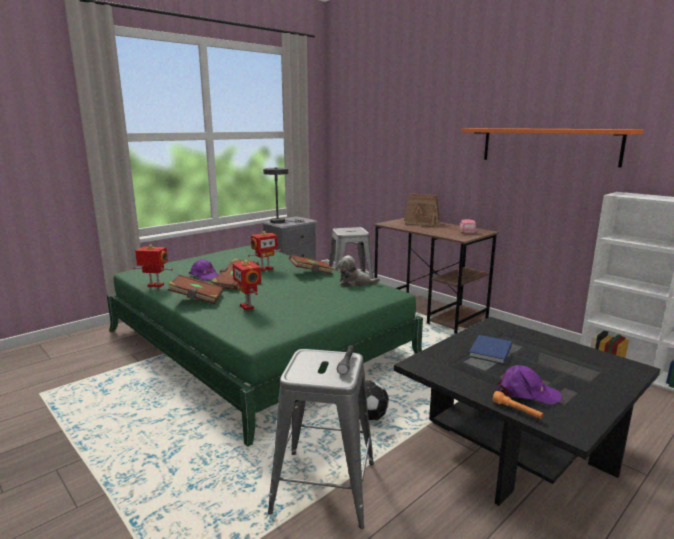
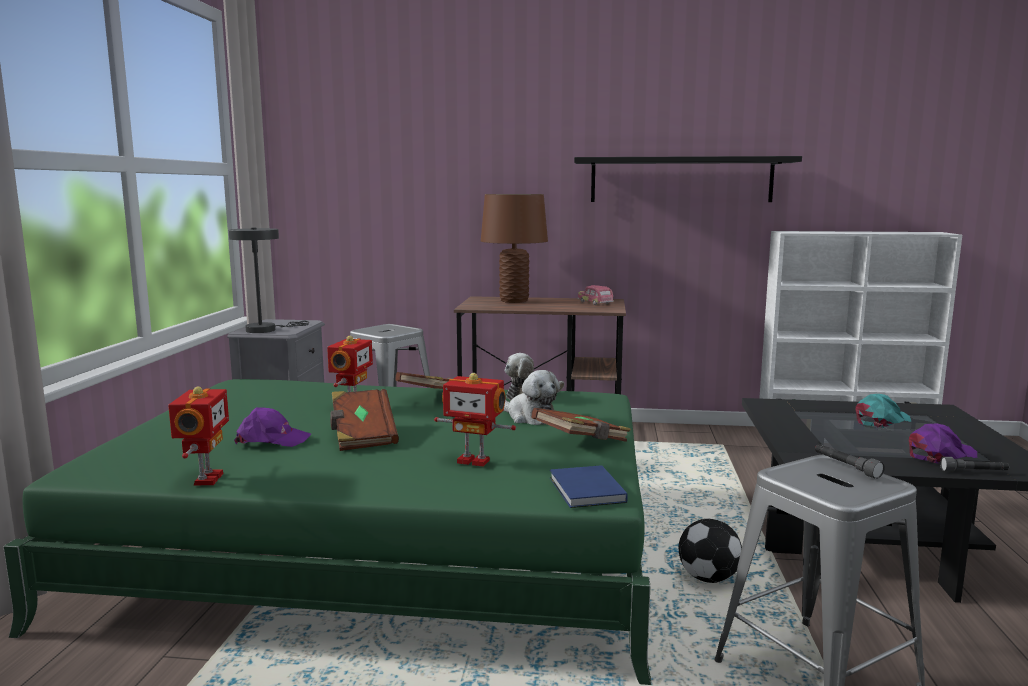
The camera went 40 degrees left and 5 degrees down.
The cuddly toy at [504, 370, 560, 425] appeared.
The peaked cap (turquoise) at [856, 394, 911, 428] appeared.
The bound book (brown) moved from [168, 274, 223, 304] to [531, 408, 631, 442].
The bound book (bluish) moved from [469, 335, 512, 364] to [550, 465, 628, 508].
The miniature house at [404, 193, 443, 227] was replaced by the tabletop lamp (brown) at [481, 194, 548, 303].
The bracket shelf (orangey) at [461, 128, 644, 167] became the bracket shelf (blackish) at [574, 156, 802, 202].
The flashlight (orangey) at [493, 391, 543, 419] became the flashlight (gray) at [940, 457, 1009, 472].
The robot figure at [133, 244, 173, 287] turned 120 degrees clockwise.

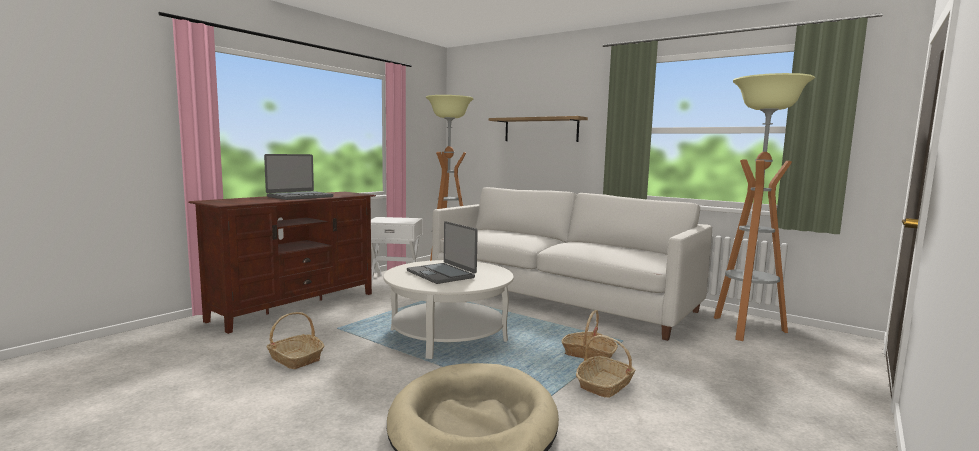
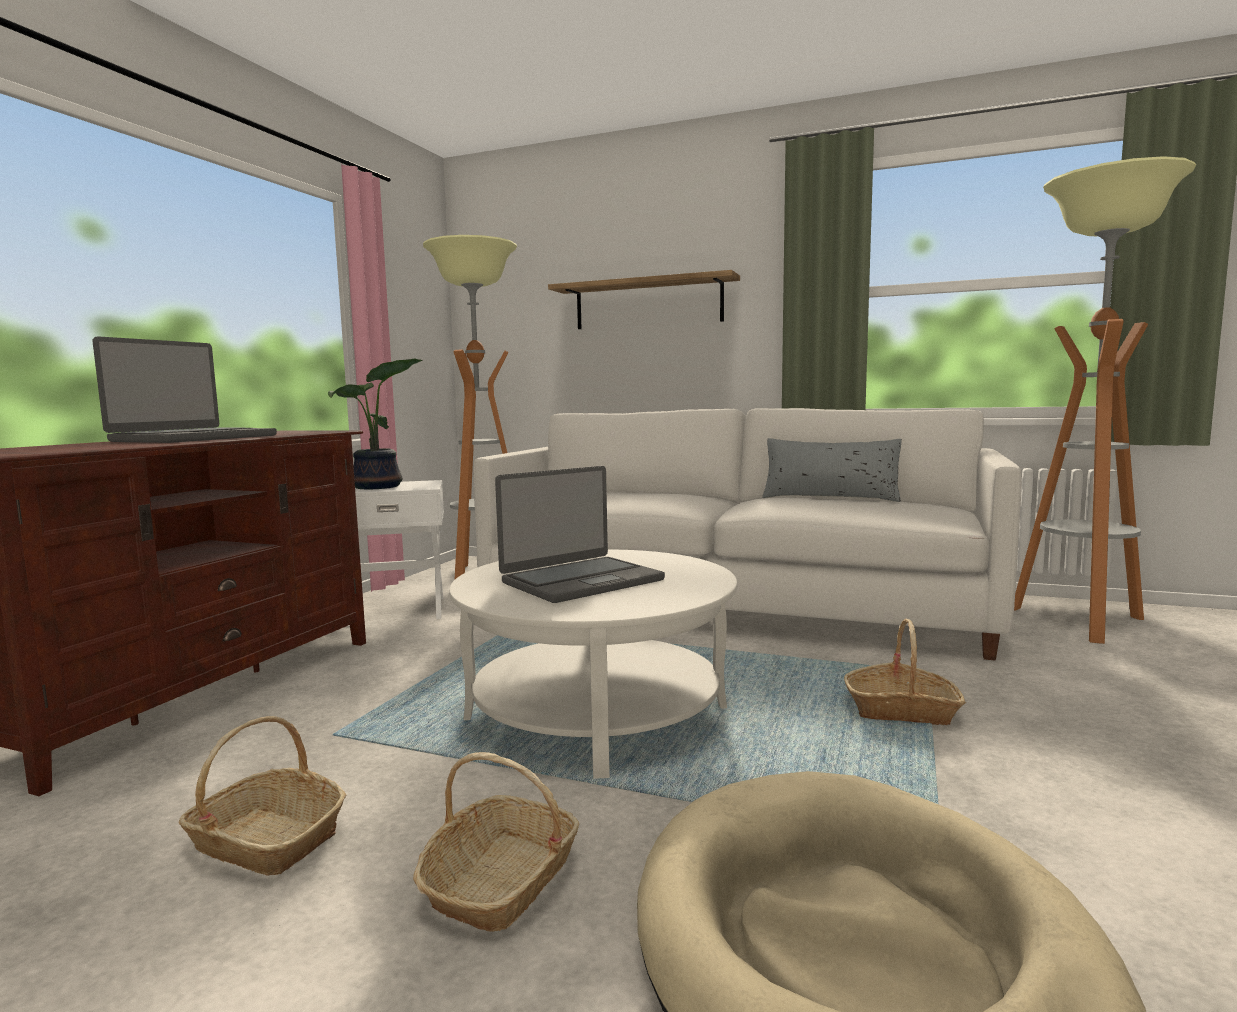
The camera went 15 degrees left and 0 degrees up.
The potted plant at [328, 358, 422, 489] appeared.
The cushion (gray) at [762, 438, 902, 502] appeared.
The storage basket moved from [576, 335, 635, 398] to [413, 752, 579, 932].
The portable computer at [407, 221, 478, 284] turned 75 degrees counterclockwise.

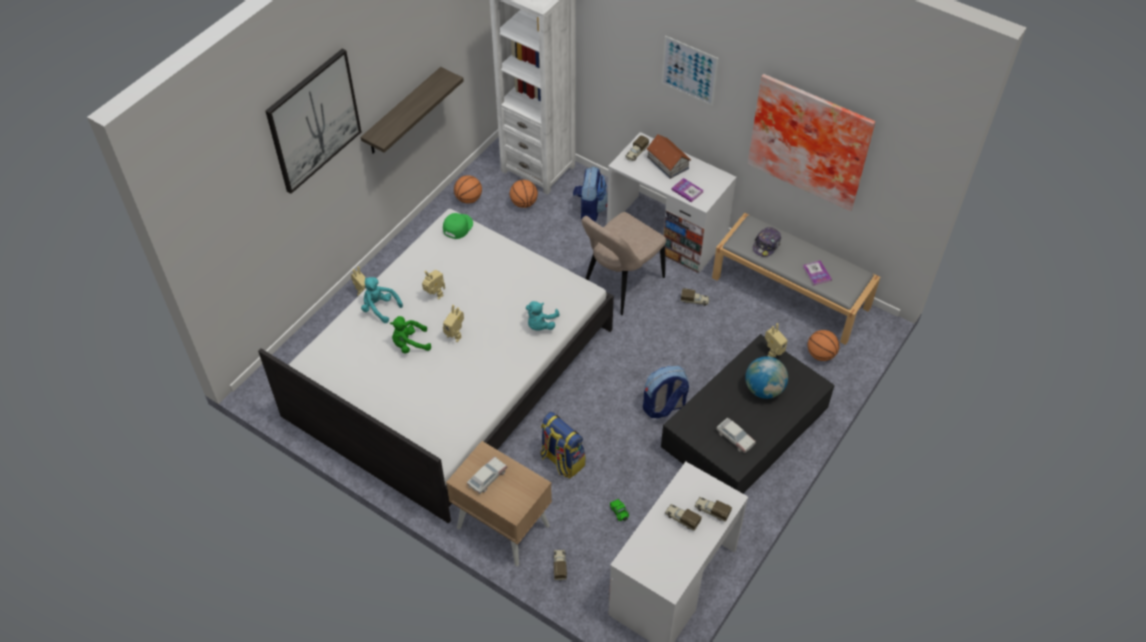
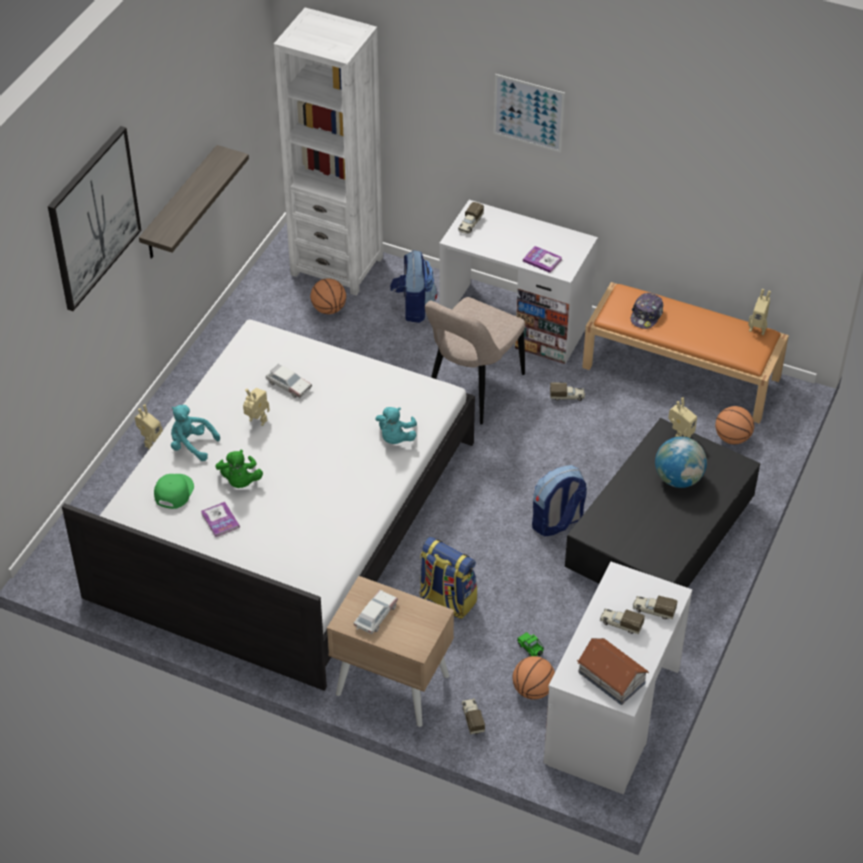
The camera went 10 degrees left and 5 degrees down.
The wall picture at [748, 74, 875, 211] disappeared.
The peaked cap (green) moved from [443, 213, 473, 239] to [154, 474, 194, 509].
The robot figure moved from [443, 305, 464, 342] to [748, 289, 771, 335].
The basketball moved from [454, 175, 482, 204] to [512, 656, 555, 700].
The miniature house moved from [647, 134, 691, 179] to [577, 638, 649, 705].
The miniature car moved from [716, 418, 756, 453] to [266, 364, 312, 398].
The bound book moved from [803, 260, 832, 285] to [201, 502, 240, 537].
The long seat (gray) at [712, 213, 880, 345] became the long seat (orangey) at [582, 282, 789, 424].
The cuddly toy (green) at [390, 316, 431, 353] turned 75 degrees counterclockwise.

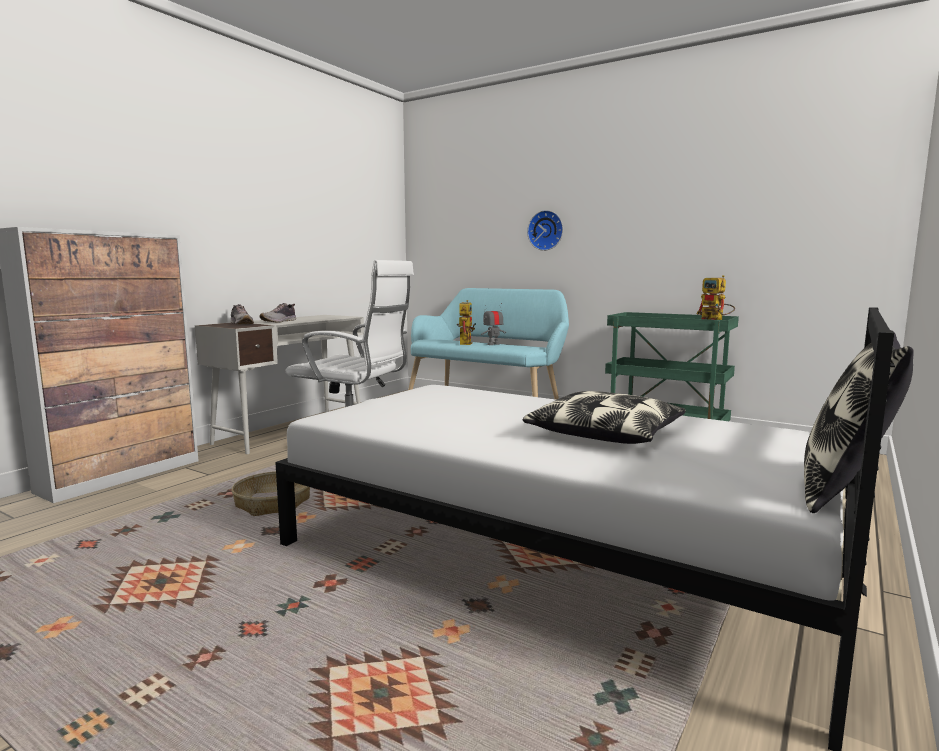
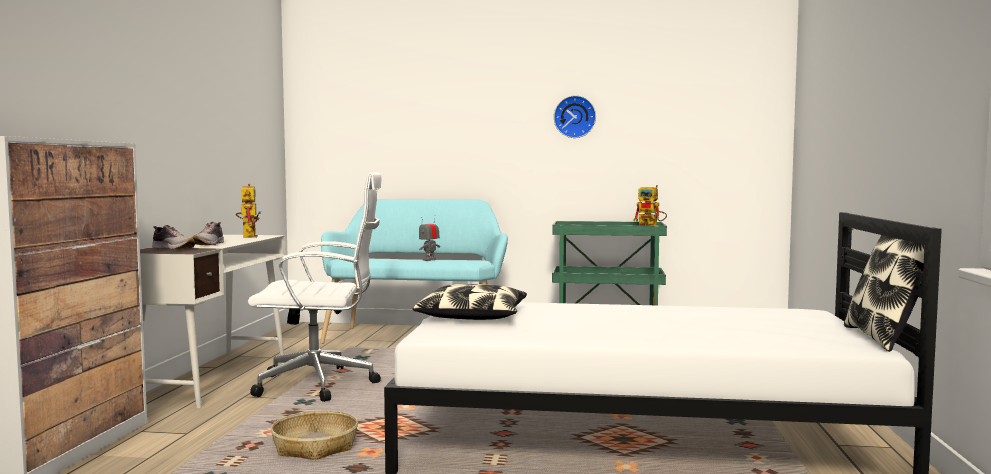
The camera went 25 degrees left and 5 degrees down.
The robot figure moved from [457, 300, 476, 345] to [236, 183, 261, 238].
The cushion moved from [523, 391, 686, 444] to [413, 284, 527, 320].
The hanging clock moved from [527, 210, 563, 251] to [554, 95, 596, 138].

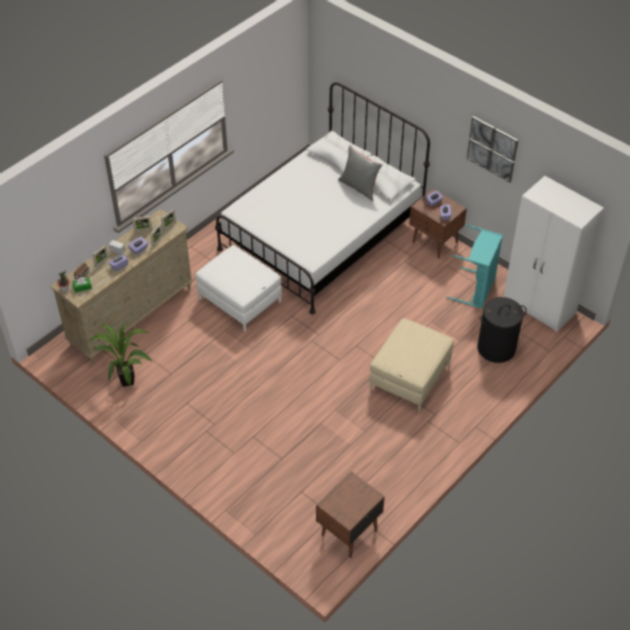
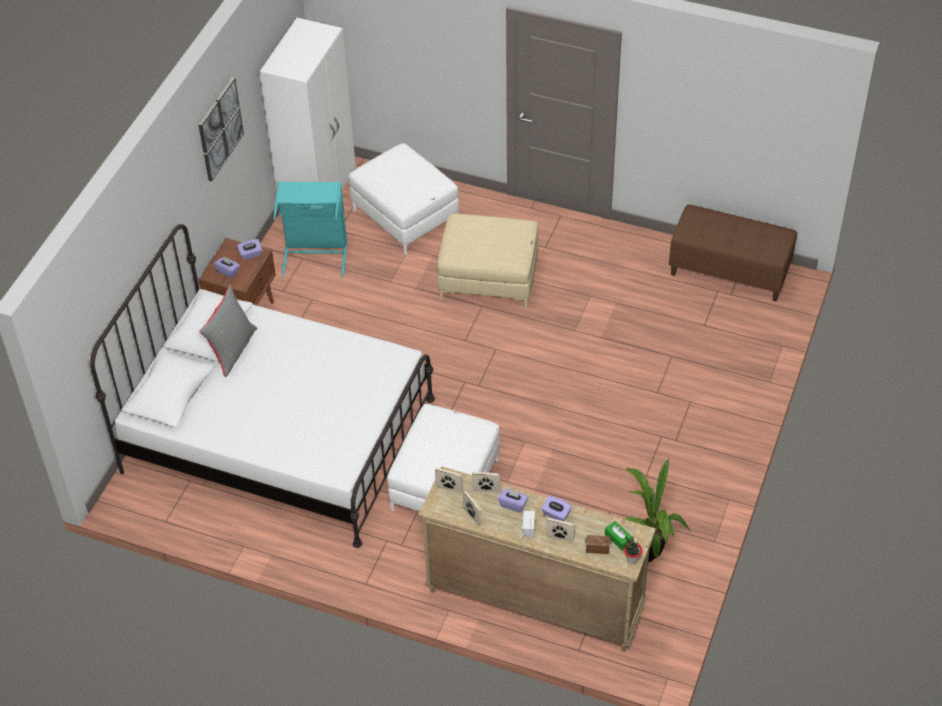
The camera went 110 degrees left and 0 degrees up.
The bedside table (brown) at [316, 471, 385, 558] was replaced by the long seat (brown) at [669, 205, 797, 302].
The hamper (blackish) at [477, 297, 527, 363] was replaced by the ottoman (white-coloured) at [348, 143, 459, 255].

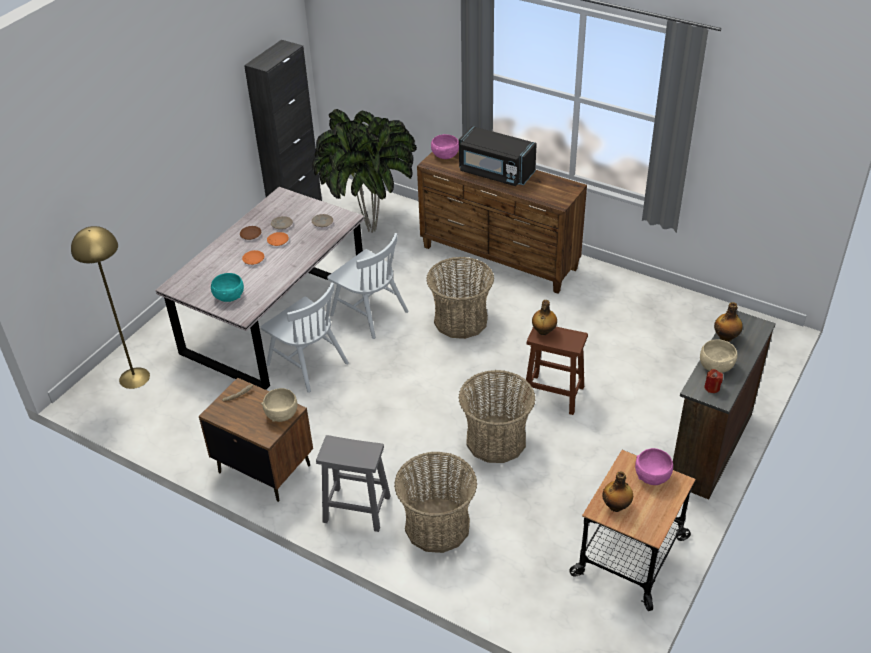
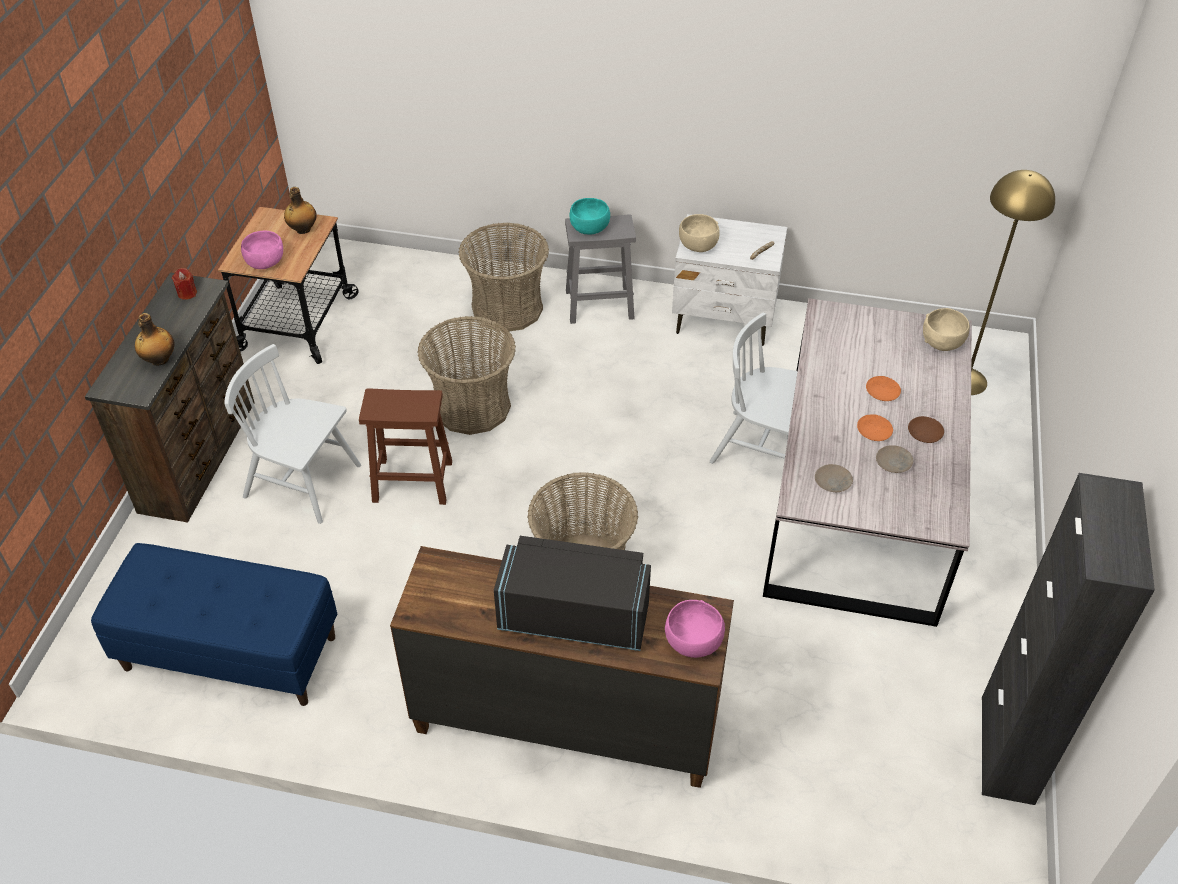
The camera went 160 degrees right and 5 degrees up.
The potted plant at [312, 109, 417, 233] disappeared.
The drink bottle at [532, 300, 557, 335] disappeared.
The long seat (bluish) at [91, 543, 337, 706] appeared.
The serving bowl (turquoise) moved from [211, 273, 244, 302] to [570, 198, 610, 234].
The upright chair (white-coloured) moved from [327, 233, 409, 339] to [224, 344, 361, 524].
The serving bowl (beige) moved from [700, 339, 737, 373] to [923, 308, 970, 351].
The bedside table (brown) at [199, 378, 313, 502] became the bedside table (white-coloured) at [672, 214, 787, 346].

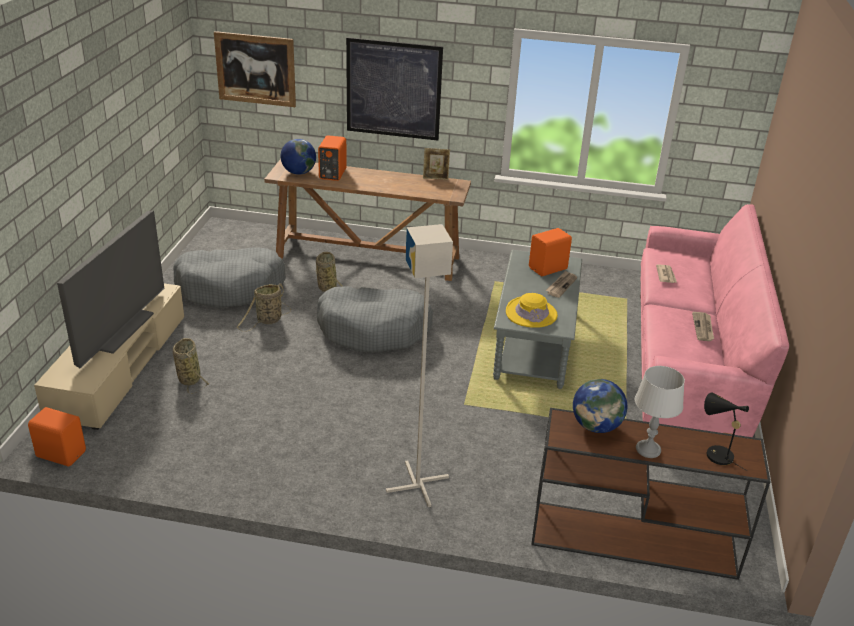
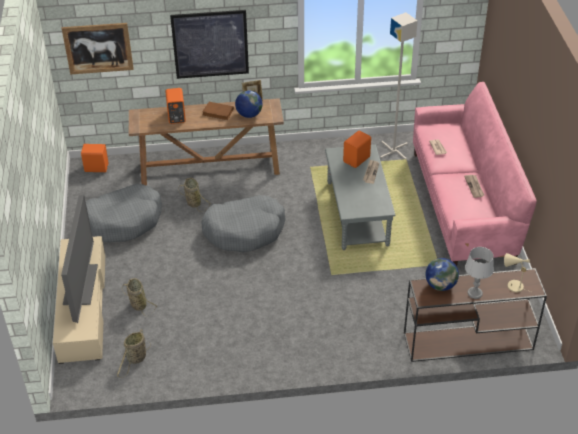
The camera went 15 degrees left and 10 degrees up.
The hat (yellow-coloured) at [506, 293, 558, 328] disappeared.
The bound book (brown) at [202, 102, 234, 120] appeared.
The audio speaker (orangey) moved from [28, 407, 86, 467] to [81, 144, 108, 172].
The storage basket moved from [237, 283, 291, 332] to [117, 329, 151, 378].
The desk globe moved from [280, 139, 316, 175] to [235, 90, 263, 118].
The standing lamp (gray) moved from [386, 224, 453, 507] to [380, 12, 418, 160].
The tabletop lamp (blackish) at [704, 392, 749, 471] became the tabletop lamp (beige) at [504, 253, 533, 293].

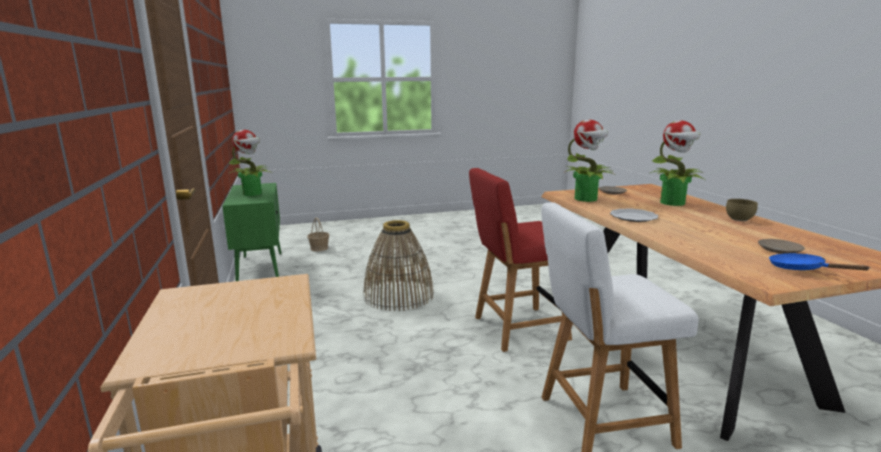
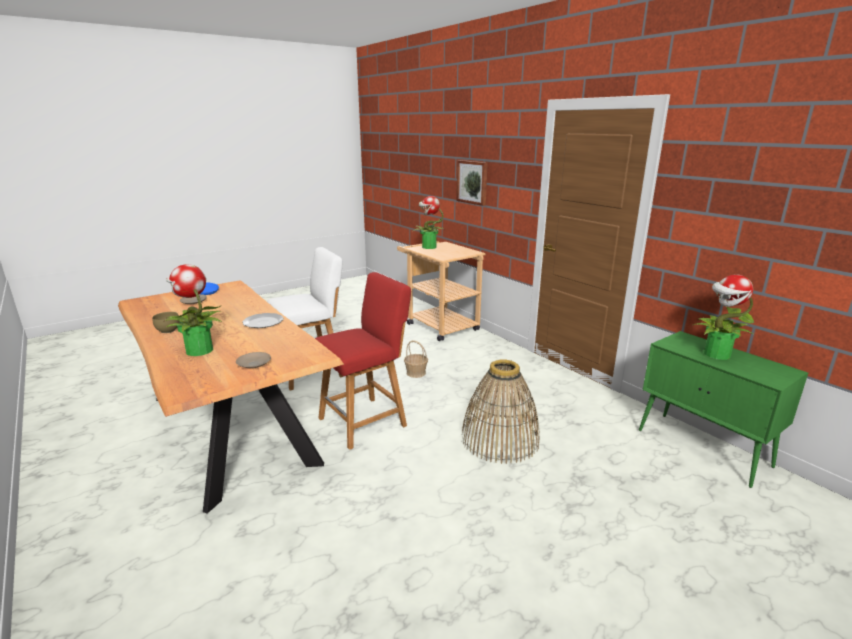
The camera went 160 degrees right and 5 degrees up.
The wall picture at [457, 160, 488, 206] appeared.
The storage basket moved from [307, 218, 330, 251] to [404, 340, 428, 378].
The potted plant moved from [565, 120, 615, 202] to [413, 196, 444, 249].

